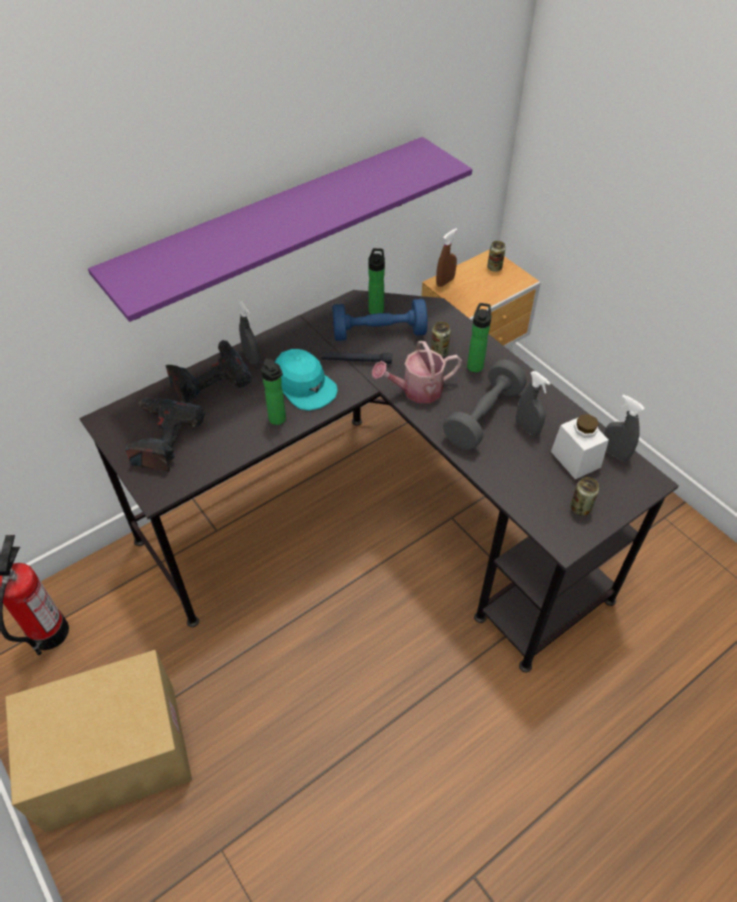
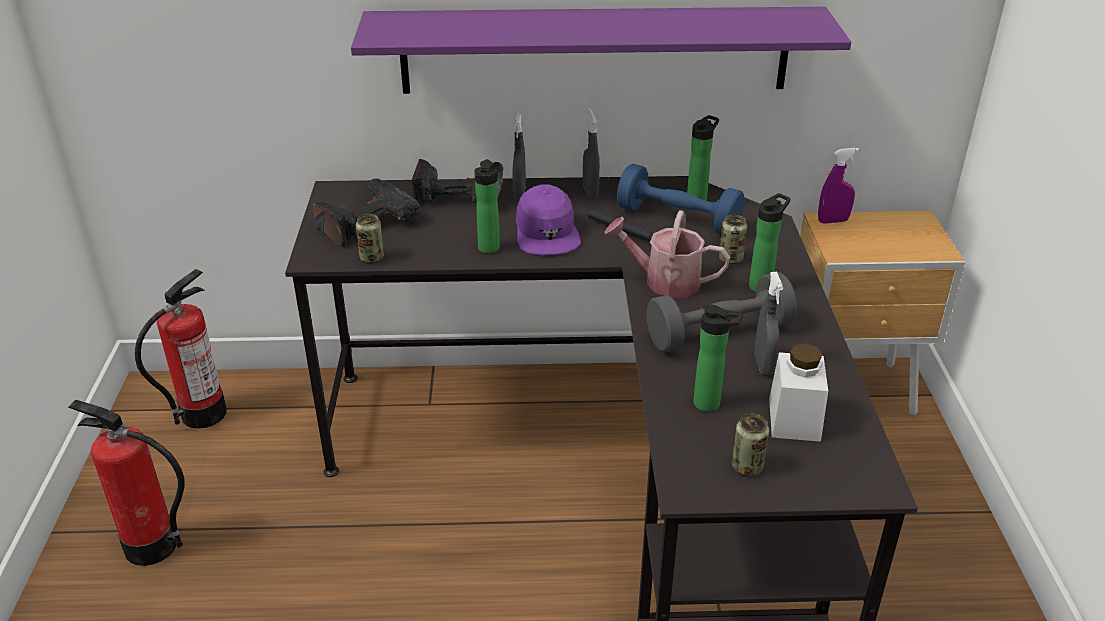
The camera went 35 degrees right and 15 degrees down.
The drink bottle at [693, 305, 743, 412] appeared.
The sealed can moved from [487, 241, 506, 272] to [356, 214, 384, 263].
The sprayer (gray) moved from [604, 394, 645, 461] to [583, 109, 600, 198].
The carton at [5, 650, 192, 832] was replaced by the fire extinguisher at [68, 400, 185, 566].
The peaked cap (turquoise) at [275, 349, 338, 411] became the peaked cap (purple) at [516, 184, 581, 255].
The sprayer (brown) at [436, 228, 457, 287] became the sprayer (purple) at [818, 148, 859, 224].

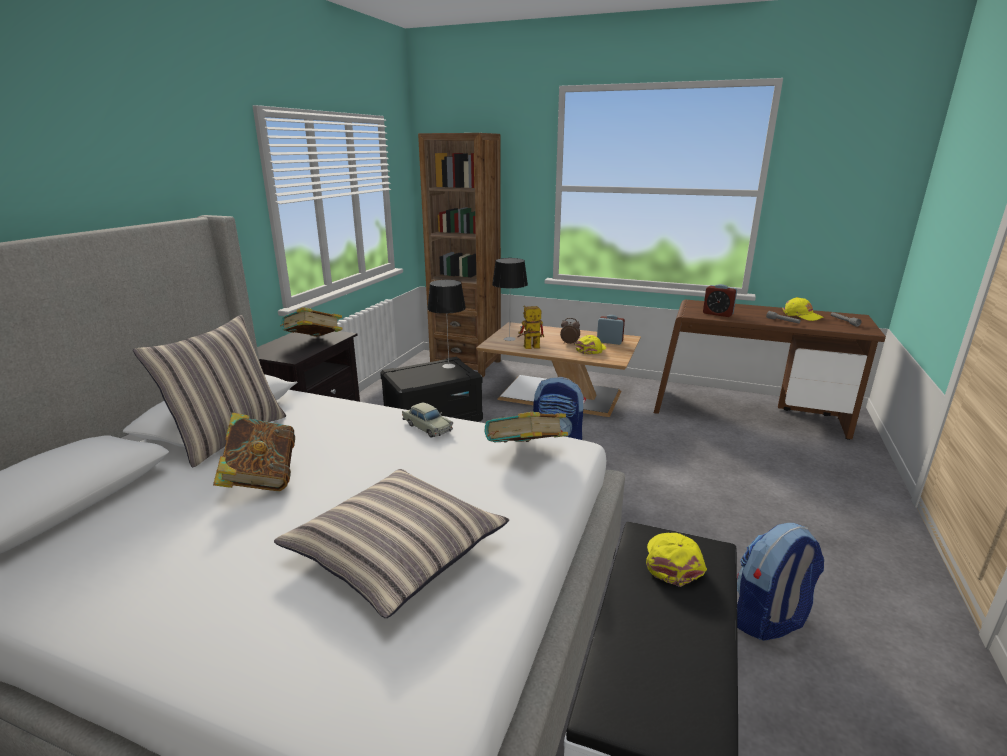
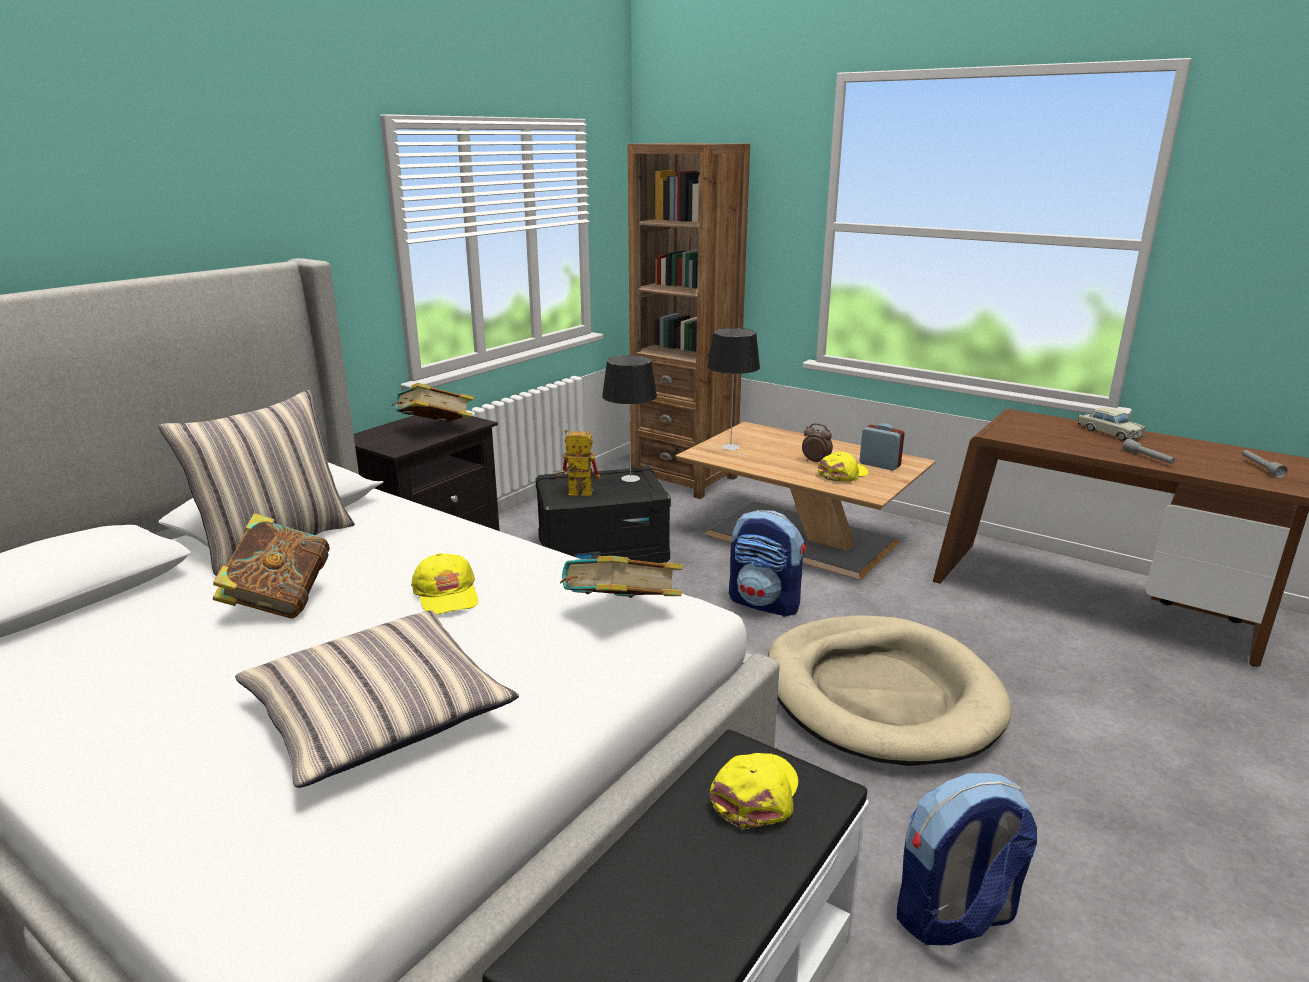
The camera went 15 degrees right and 0 degrees up.
The bedside clock at [703, 284, 737, 317] disappeared.
The dog cushion (beige) at [768, 616, 1012, 766] appeared.
The miniature car (beige) moved from [402, 403, 453, 438] to [1078, 408, 1146, 441].
The robot figure moved from [518, 305, 544, 349] to [554, 429, 600, 496].
The peaked cap (yellow-coloured) moved from [782, 297, 824, 321] to [411, 553, 478, 615].

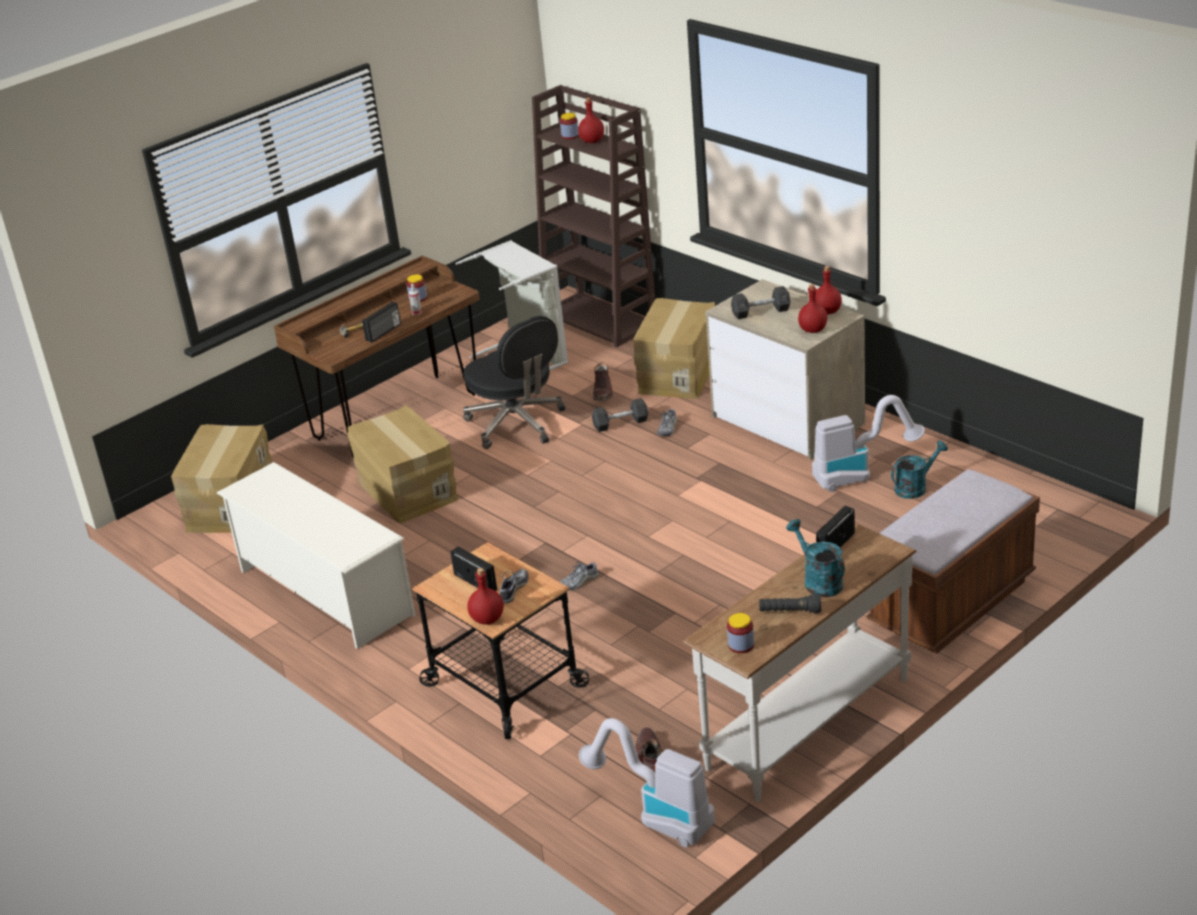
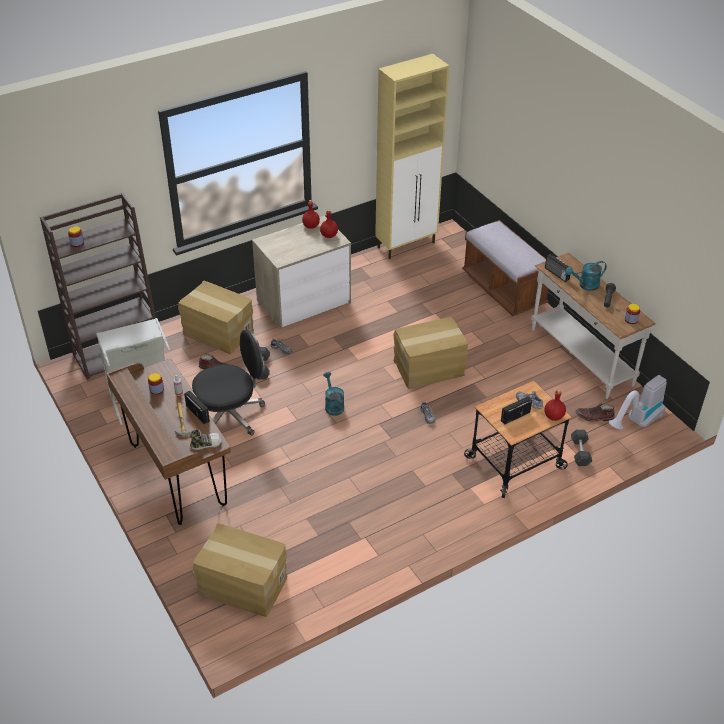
The camera went 80 degrees left and 10 degrees up.
The shoe rack (white-coloured) at [217, 462, 415, 649] disappeared.
The drink bottle (red-coloured) at [578, 98, 604, 143] disappeared.
The vacuum at [812, 395, 925, 492] disappeared.
The low shoe at [190, 429, 222, 450] appeared.
The storage cabinet (beige) at [375, 54, 449, 259] appeared.
The carton moved from [347, 405, 458, 524] to [394, 317, 468, 389].
The dumbbell (gray) moved from [731, 286, 791, 319] to [571, 429, 592, 466].
The watering can (turquoise) moved from [891, 441, 948, 499] to [323, 372, 344, 416].

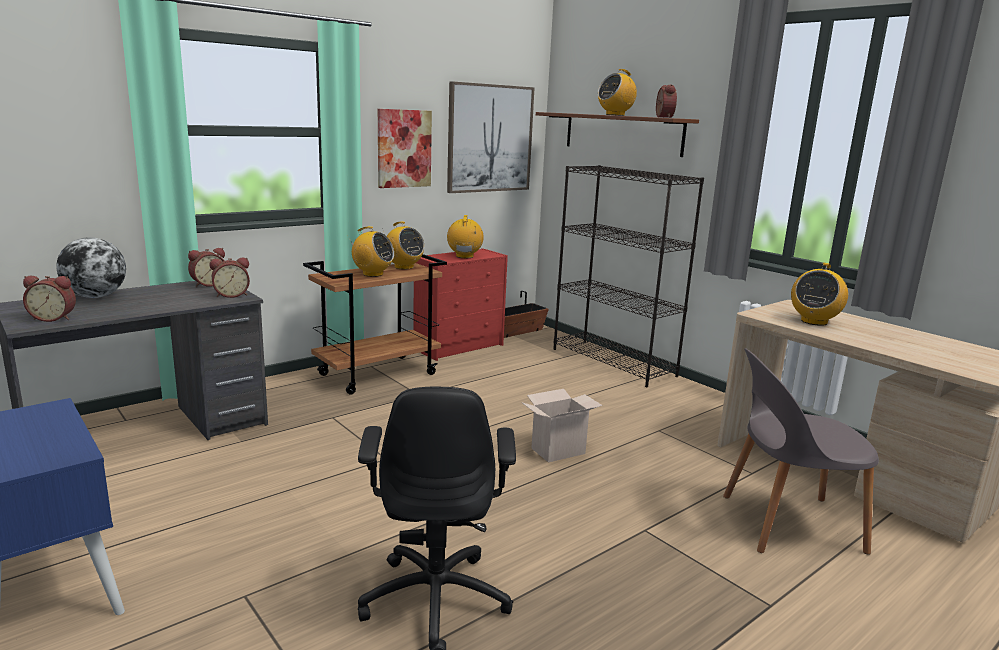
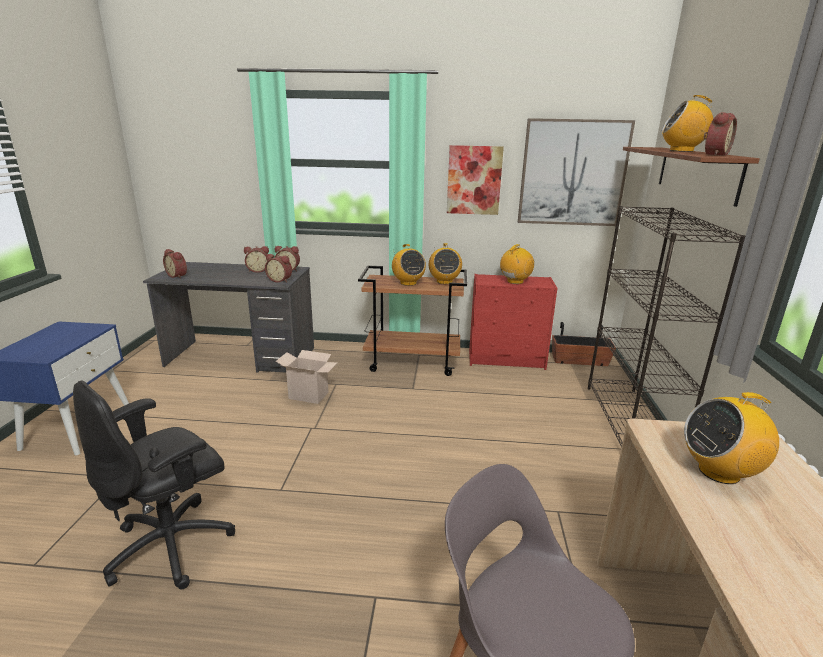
The camera went 45 degrees right and 5 degrees up.
The desk globe at [56, 237, 126, 298] disappeared.
The bedside clock at [244, 246, 269, 273] appeared.
The carton moved from [522, 389, 602, 463] to [275, 350, 338, 404].

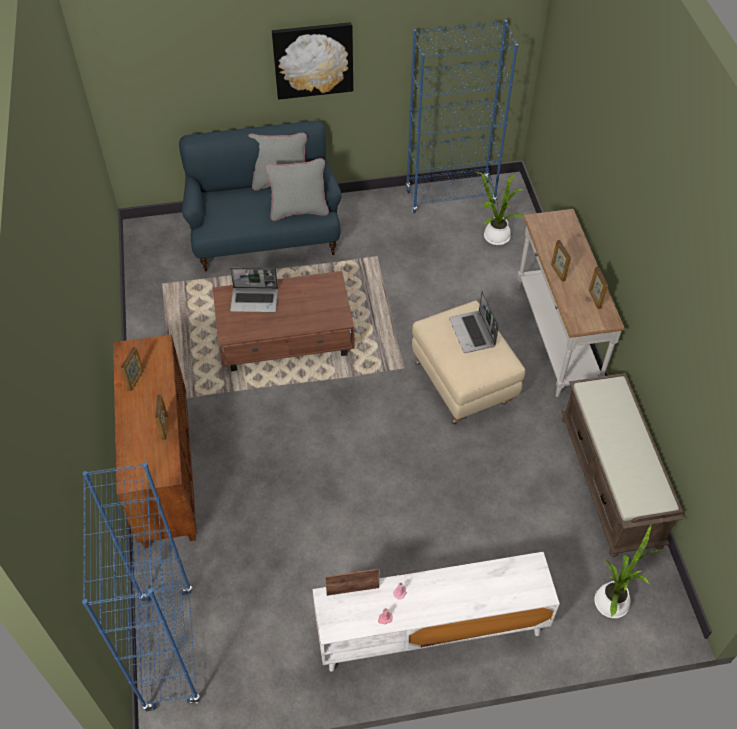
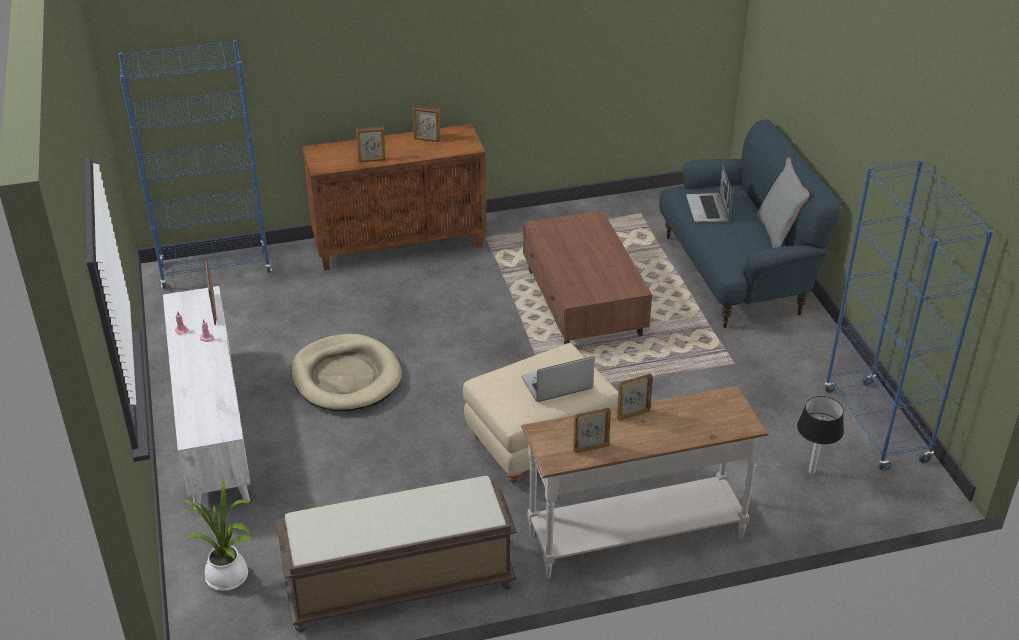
The camera went 85 degrees right and 15 degrees down.
The cushion (gray) at [264, 158, 329, 221] disappeared.
The wall picture at [272, 22, 353, 100] disappeared.
The dog cushion (beige) at [292, 334, 402, 411] appeared.
The portable computer moved from [230, 267, 278, 312] to [686, 166, 733, 223].
The potted plant at [476, 172, 524, 245] was replaced by the tabletop lamp at [797, 396, 844, 474].

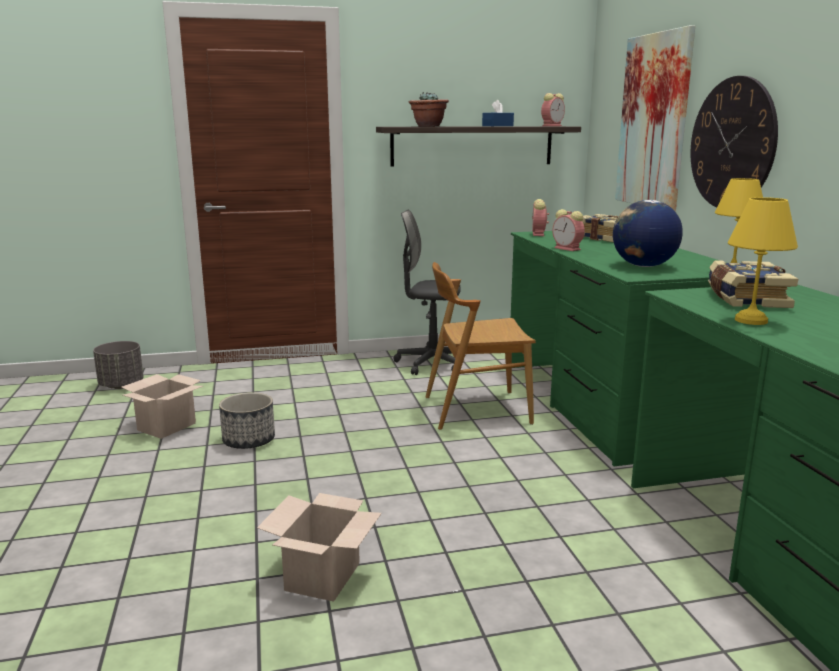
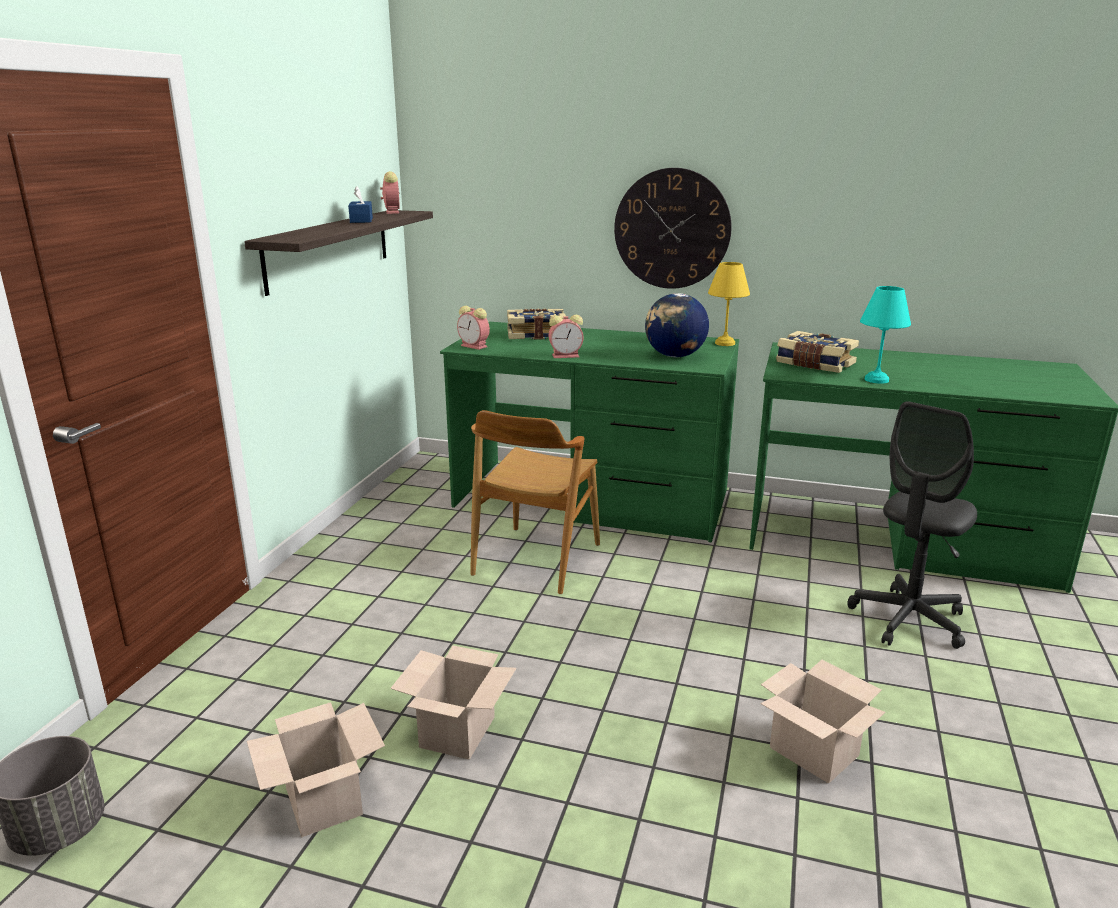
The camera went 60 degrees left and 5 degrees up.
The potted plant at [409, 92, 449, 127] disappeared.
The wall picture at [615, 25, 695, 211] disappeared.
The office chair (gray) moved from [394, 210, 461, 375] to [847, 401, 977, 649].
The planter at [219, 392, 275, 449] was replaced by the carton at [390, 646, 517, 760].
The tabletop lamp (yellow-coloured) at [728, 197, 798, 325] became the tabletop lamp (turquoise) at [860, 286, 911, 384].

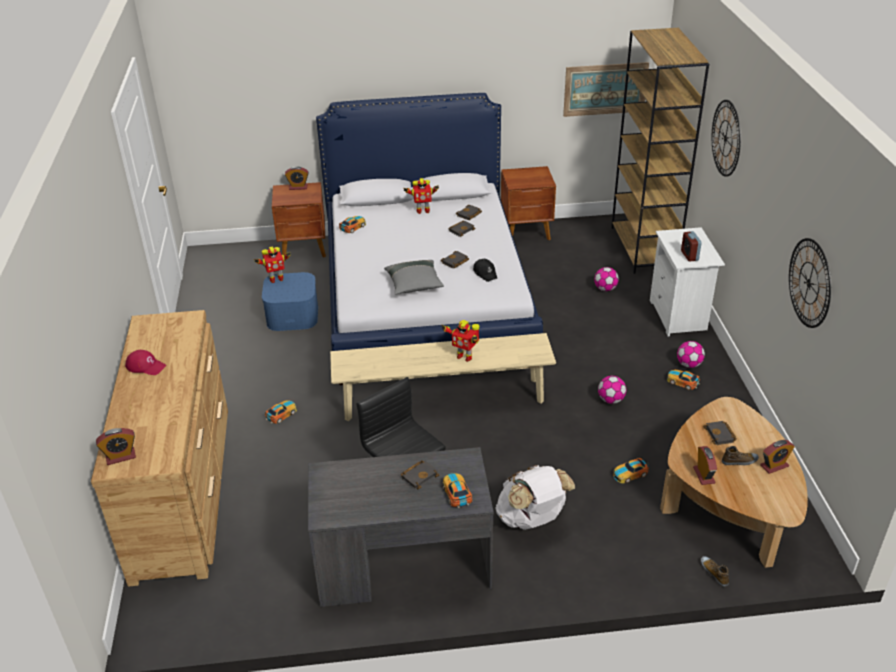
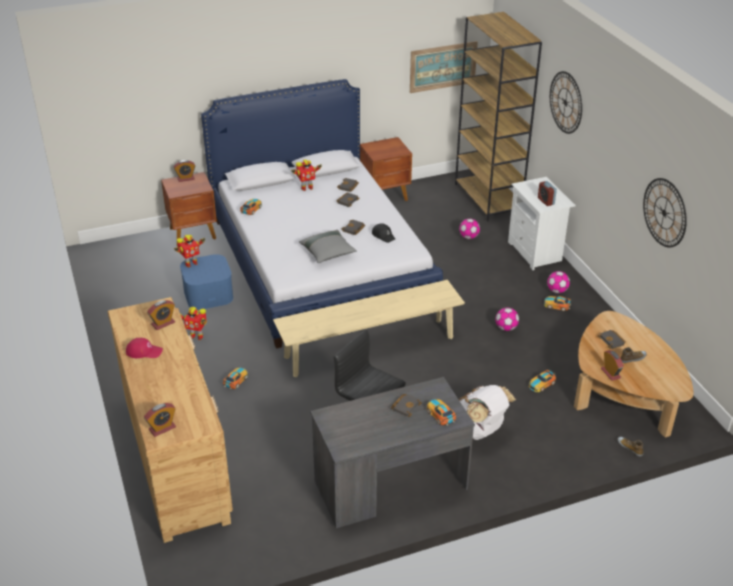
The camera went 15 degrees left and 0 degrees up.
The robot figure moved from [441, 320, 479, 362] to [181, 307, 207, 340].
The bedside clock moved from [760, 440, 795, 474] to [147, 300, 175, 330].

